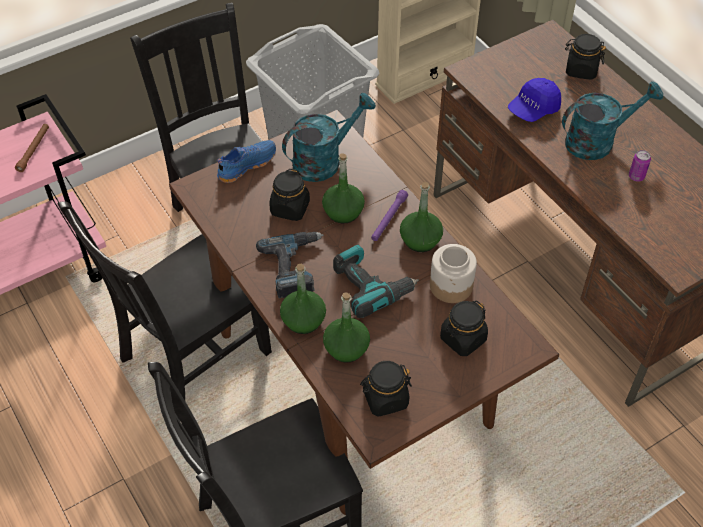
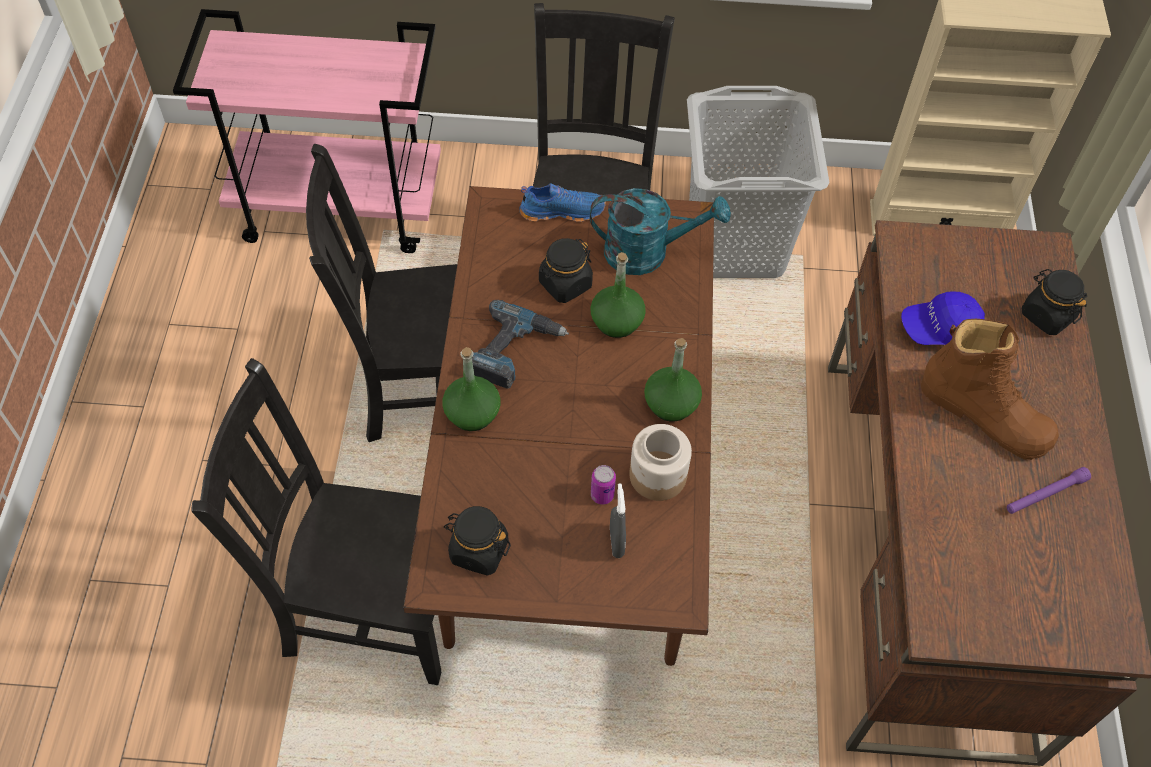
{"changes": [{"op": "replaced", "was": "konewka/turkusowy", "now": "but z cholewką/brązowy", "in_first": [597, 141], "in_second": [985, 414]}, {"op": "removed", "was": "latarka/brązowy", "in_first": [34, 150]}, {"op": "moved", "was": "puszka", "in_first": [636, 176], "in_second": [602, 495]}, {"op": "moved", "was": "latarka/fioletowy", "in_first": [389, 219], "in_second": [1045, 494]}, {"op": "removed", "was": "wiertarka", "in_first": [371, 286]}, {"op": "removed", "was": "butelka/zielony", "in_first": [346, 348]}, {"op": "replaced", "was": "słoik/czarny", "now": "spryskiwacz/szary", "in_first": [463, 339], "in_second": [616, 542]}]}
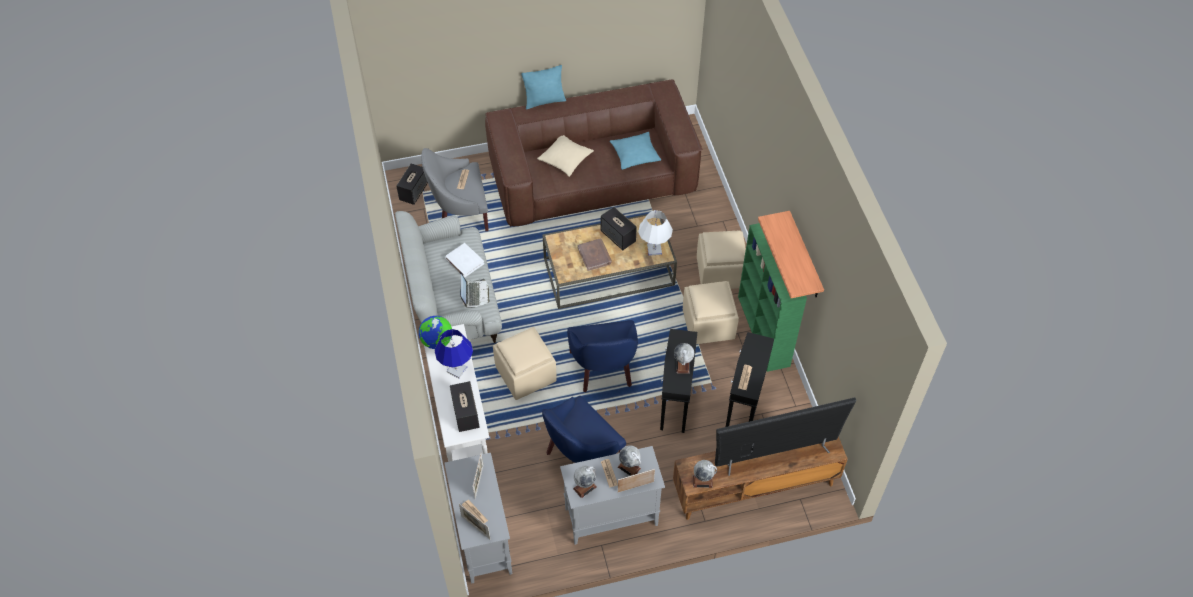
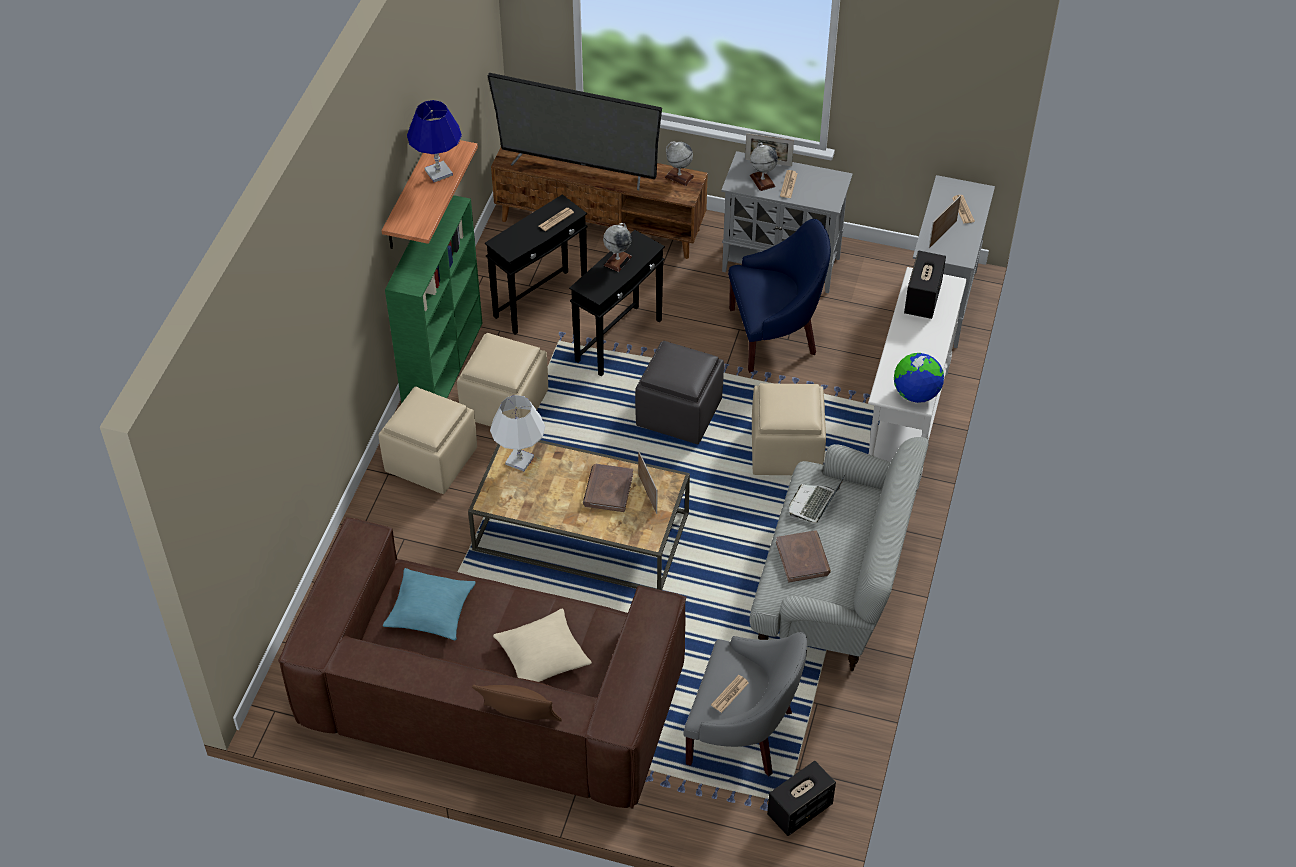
{"changes": [{"op": "recoloured", "was": "poduszka/turkusowy", "now": "poduszka/brązowy", "in_first": [544, 101], "in_second": [519, 721]}, {"op": "removed", "was": "głośnik", "in_first": [618, 237]}, {"op": "recoloured", "was": "książka/biały", "now": "książka/brązowy", "in_first": [464, 261], "in_second": [803, 558]}, {"op": "replaced", "was": "fotel/niebieski", "now": "pufa/szary", "in_first": [604, 369], "in_second": [680, 413]}, {"op": "moved", "was": "lampa stołowa/niebieski", "in_first": [457, 369], "in_second": [438, 172]}, {"op": "removed", "was": "globus", "in_first": [585, 487]}, {"op": "moved", "was": "ramka na zdjęcie", "in_first": [475, 527], "in_second": [647, 494]}]}
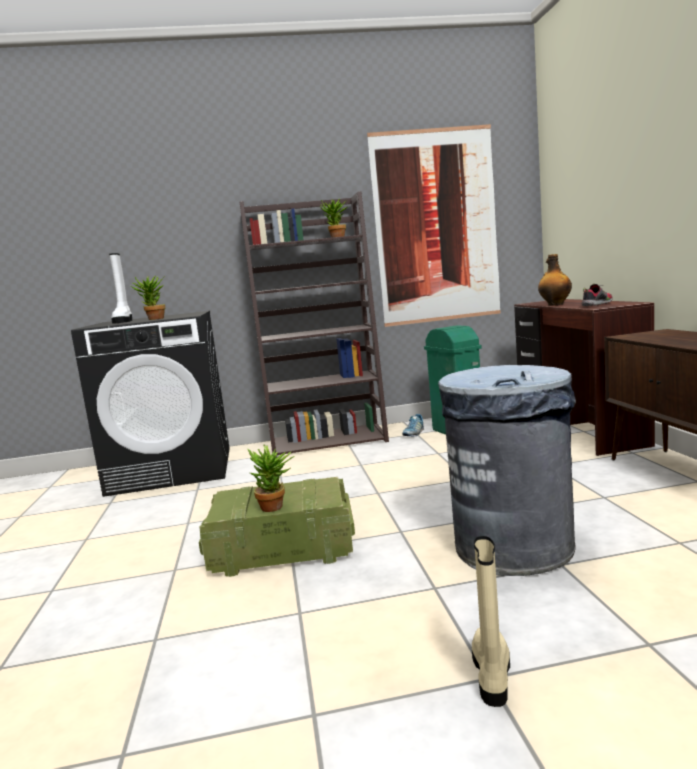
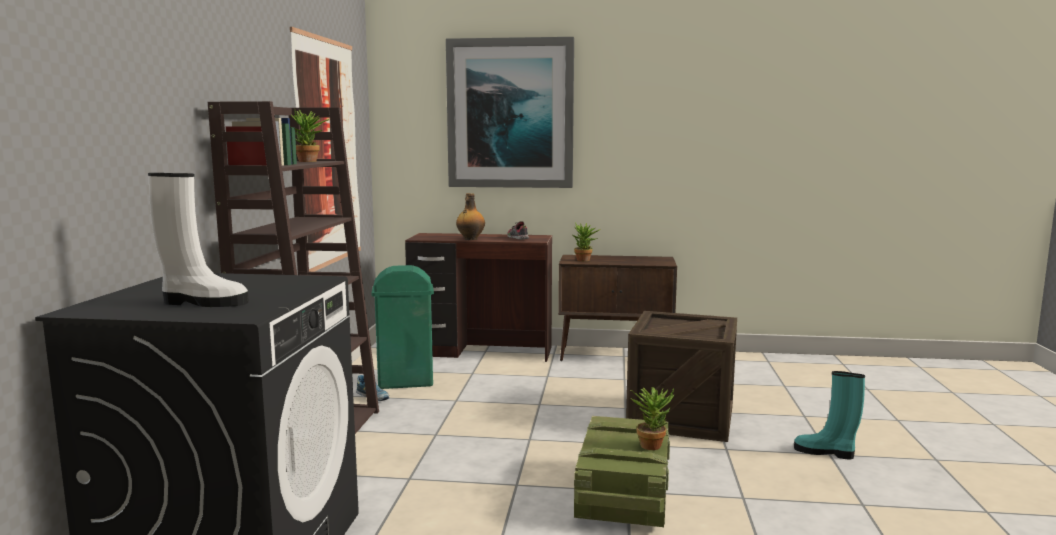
{"changes": [{"op": "moved", "was": "roślina doniczkowa", "in_first": [154, 319], "in_second": [585, 260]}, {"op": "replaced", "was": "kosz na śmieci/szary", "now": "skrzynka", "in_first": [514, 547], "in_second": [681, 417]}, {"op": "recoloured", "was": "but z cholewką/beżowy", "now": "but z cholewką/turkusowy", "in_first": [492, 673], "in_second": [825, 452]}, {"op": "added", "now": "obraz", "in_second": [510, 114]}]}
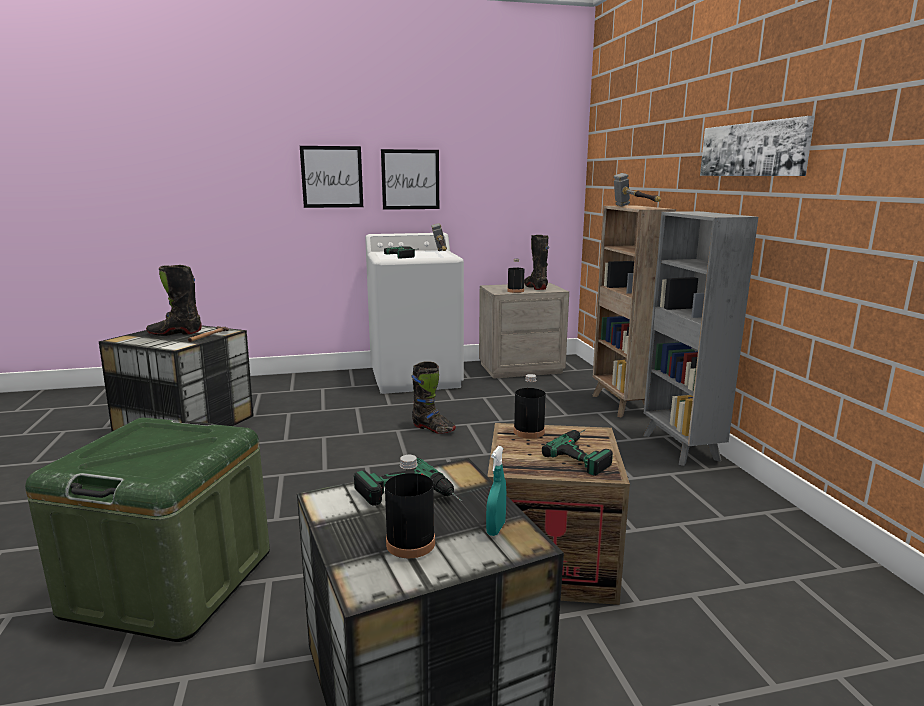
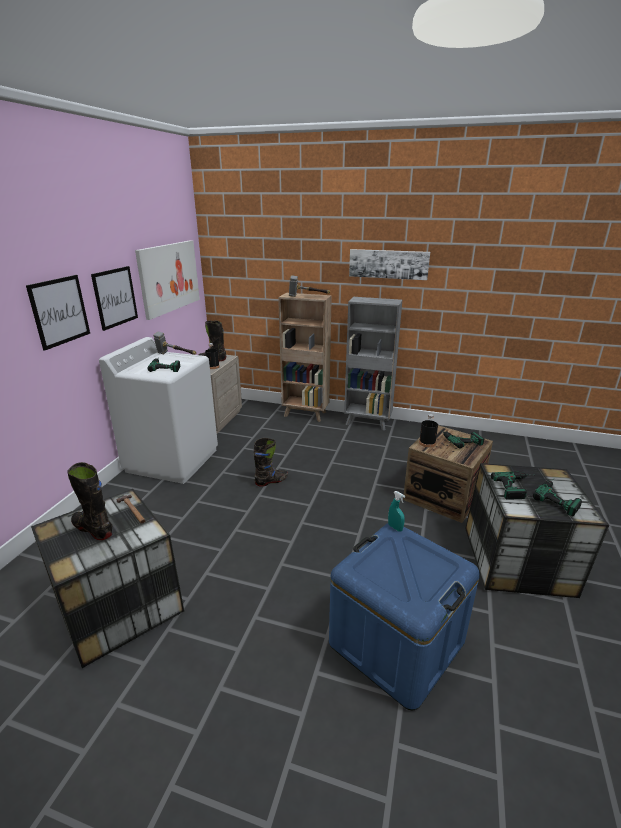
{"changes": [{"op": "turned", "was": "but z cholewką/czarny", "in_first": [175, 333], "in_second": [93, 529], "clockwise": 105}, {"op": "recoloured", "was": "pojemnik do przechowywania/zielony", "now": "pojemnik do przechowywania/niebieski", "in_first": [170, 582], "in_second": [396, 642]}, {"op": "moved", "was": "spryskiwacz/turkusowy", "in_first": [496, 529], "in_second": [395, 527]}, {"op": "replaced", "was": "butelka/czarny", "now": "wiertarka", "in_first": [410, 543], "in_second": [559, 497]}, {"op": "added", "now": "obraz", "in_second": [169, 277]}]}
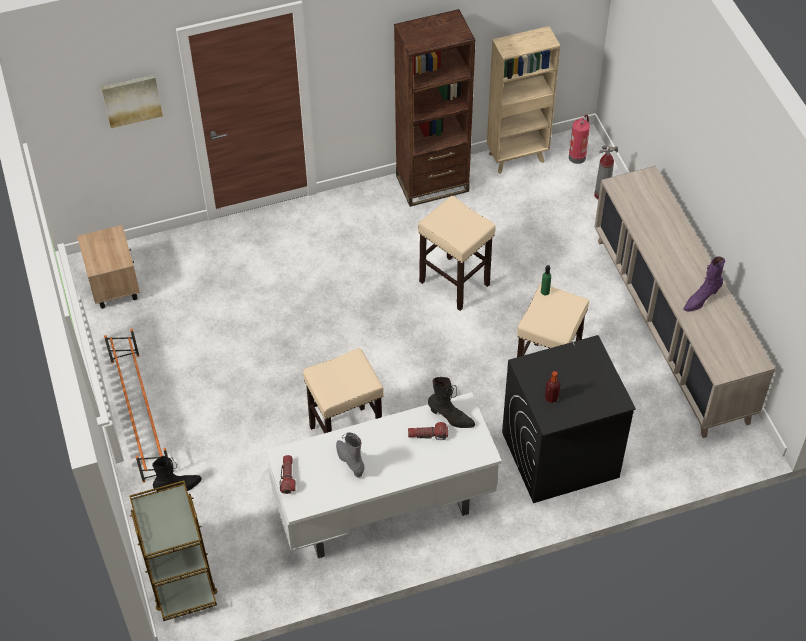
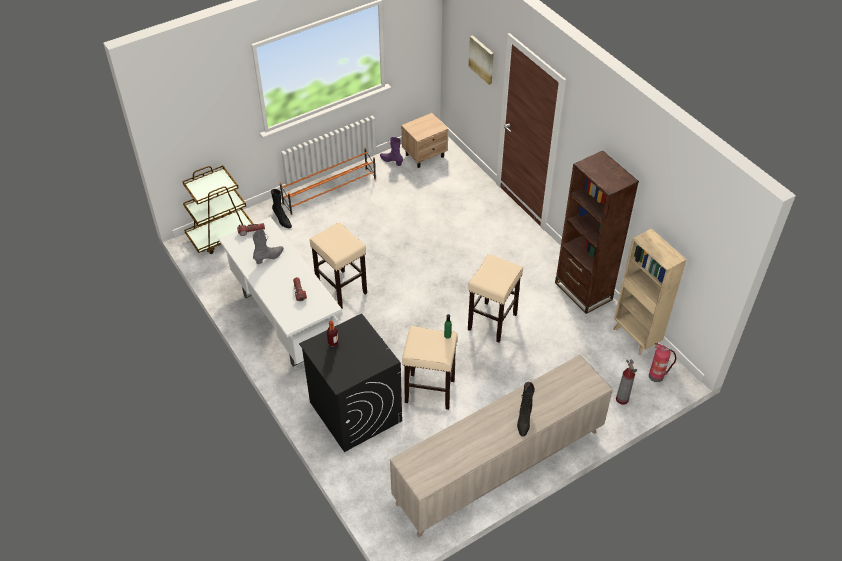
{"changes": [{"op": "moved", "was": "but z cholewką/fioletowy", "in_first": [701, 300], "in_second": [391, 161]}, {"op": "moved", "was": "but z cholewką/czarny", "in_first": [451, 418], "in_second": [524, 420]}]}
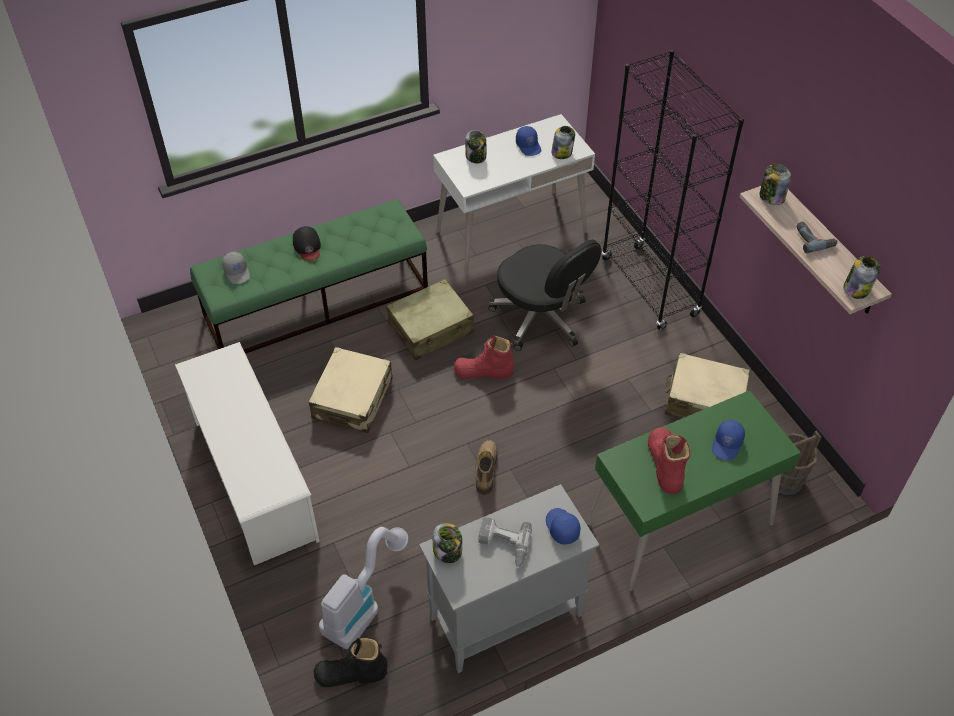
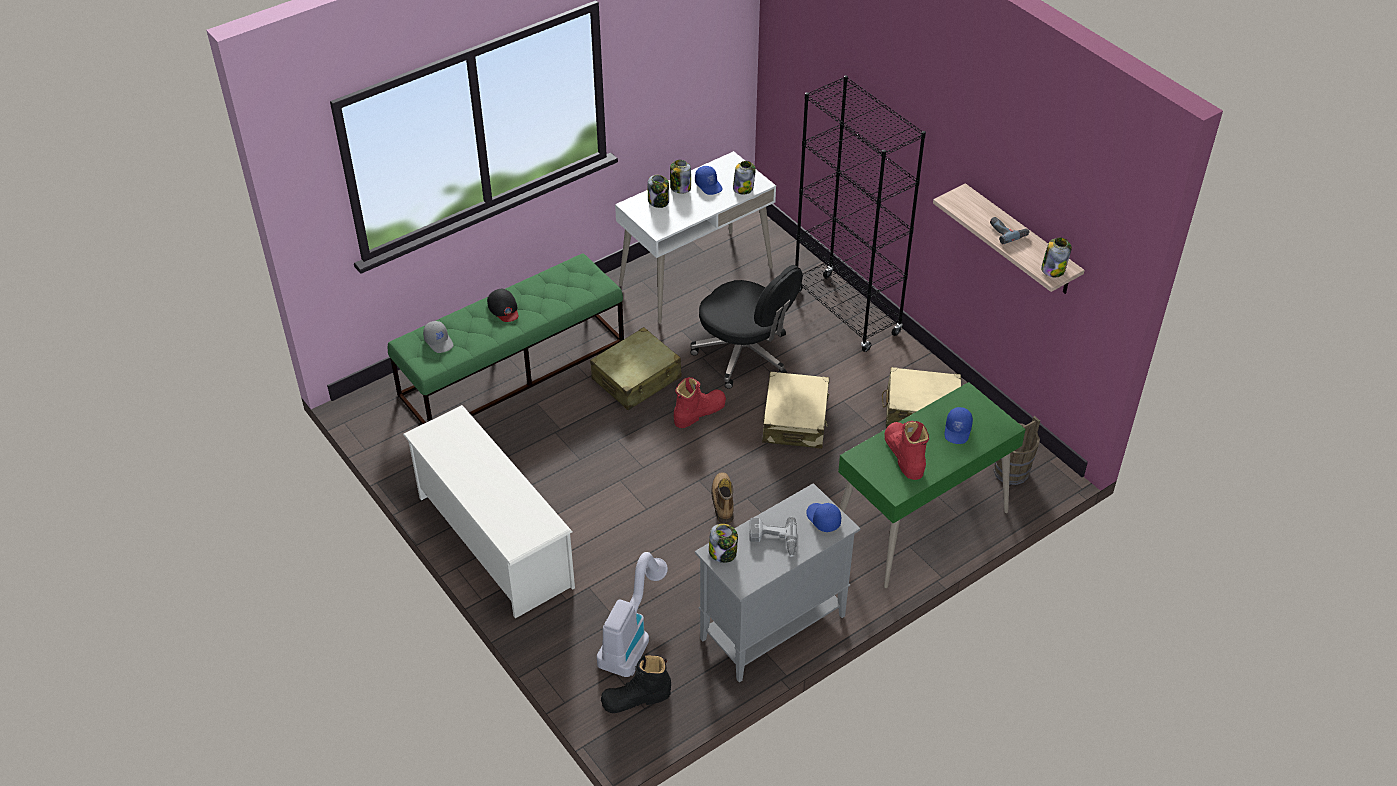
{"changes": [{"op": "moved", "was": "słoik", "in_first": [771, 197], "in_second": [680, 188]}, {"op": "turned", "was": "but z cholewką/czerwony", "in_first": [483, 371], "in_second": [699, 412], "clockwise": 150}, {"op": "moved", "was": "walizka/beżowy", "in_first": [353, 398], "in_second": [795, 420]}]}
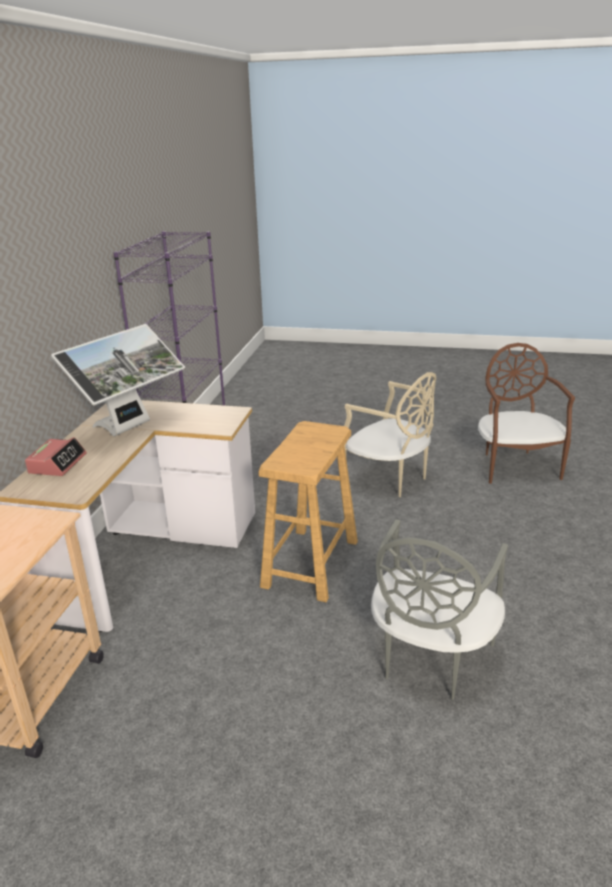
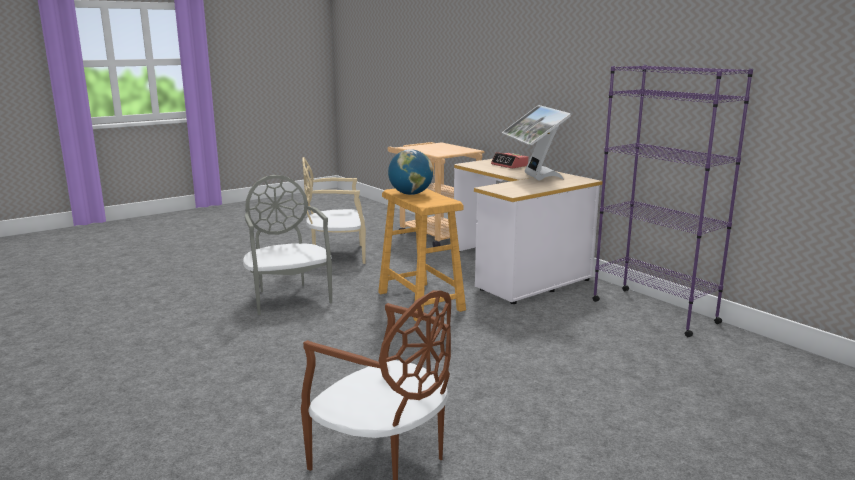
{"changes": [{"op": "moved", "was": "krzesło/beżowy", "in_first": [388, 479], "in_second": [337, 255]}, {"op": "added", "now": "globus", "in_second": [410, 194]}]}
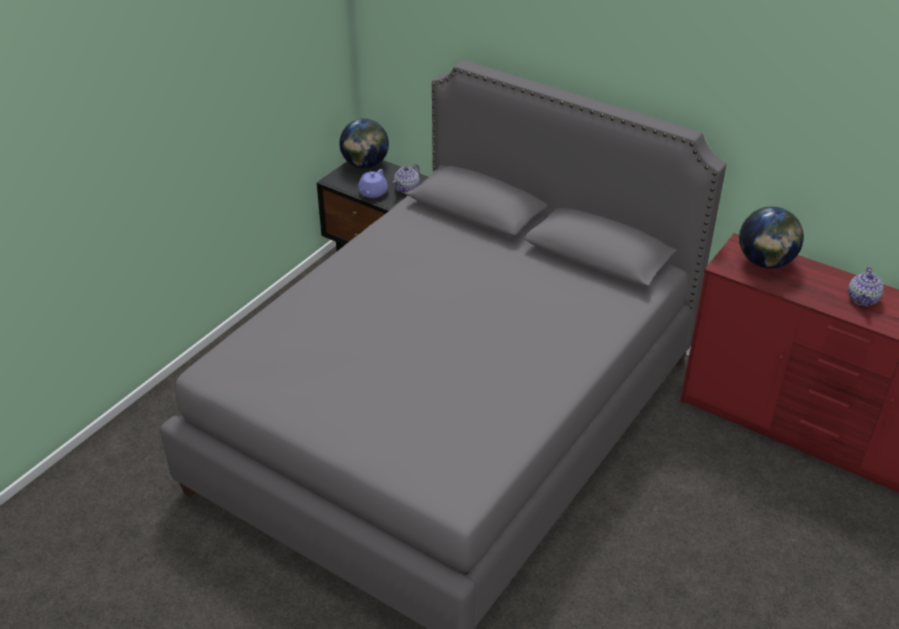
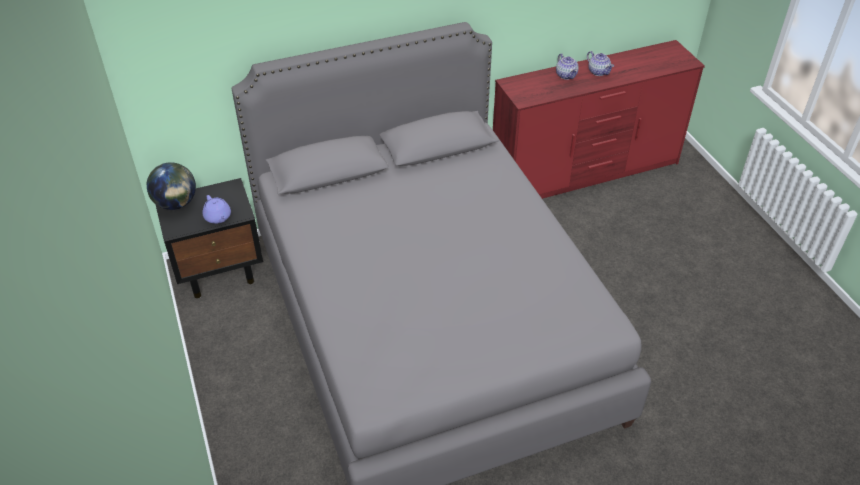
{"changes": [{"op": "moved", "was": "imbryk", "in_first": [407, 188], "in_second": [566, 75]}, {"op": "removed", "was": "globus", "in_first": [765, 263]}]}
